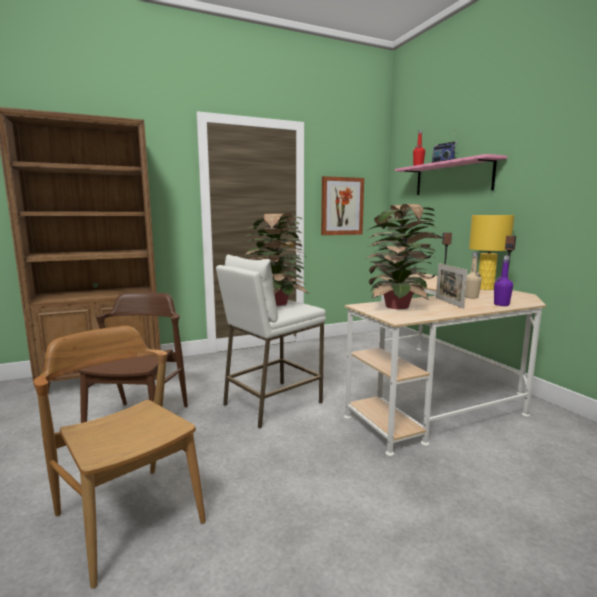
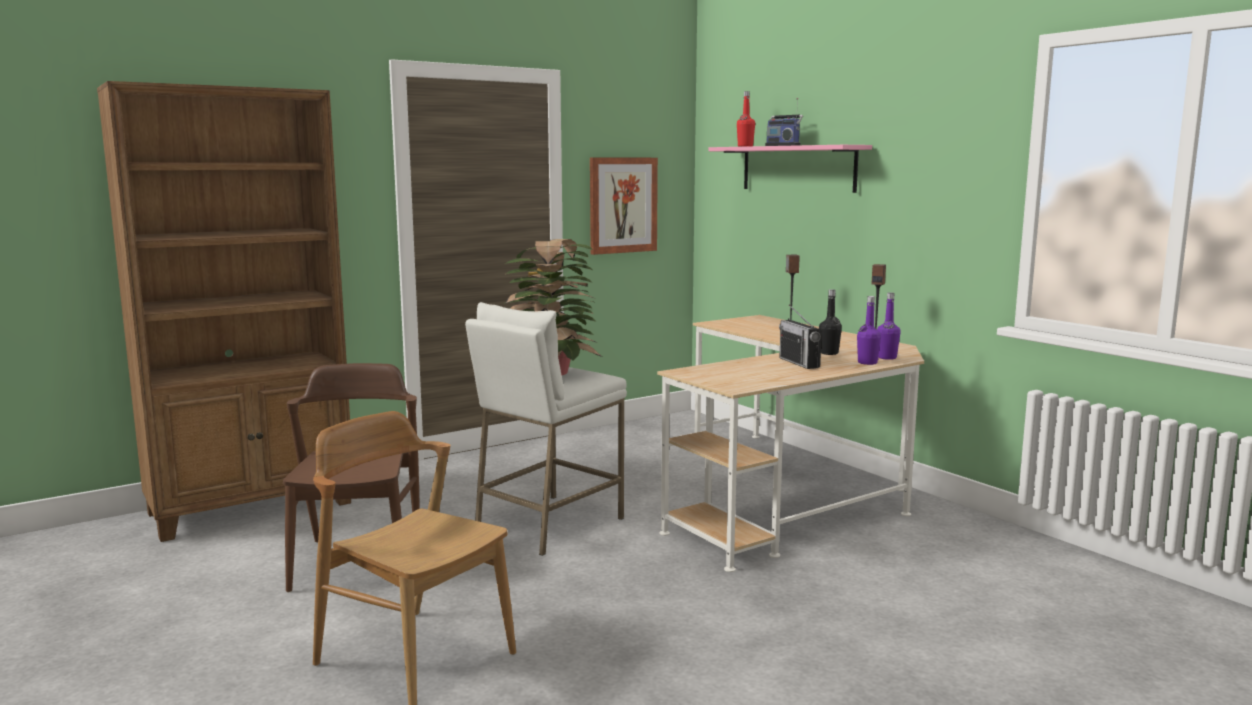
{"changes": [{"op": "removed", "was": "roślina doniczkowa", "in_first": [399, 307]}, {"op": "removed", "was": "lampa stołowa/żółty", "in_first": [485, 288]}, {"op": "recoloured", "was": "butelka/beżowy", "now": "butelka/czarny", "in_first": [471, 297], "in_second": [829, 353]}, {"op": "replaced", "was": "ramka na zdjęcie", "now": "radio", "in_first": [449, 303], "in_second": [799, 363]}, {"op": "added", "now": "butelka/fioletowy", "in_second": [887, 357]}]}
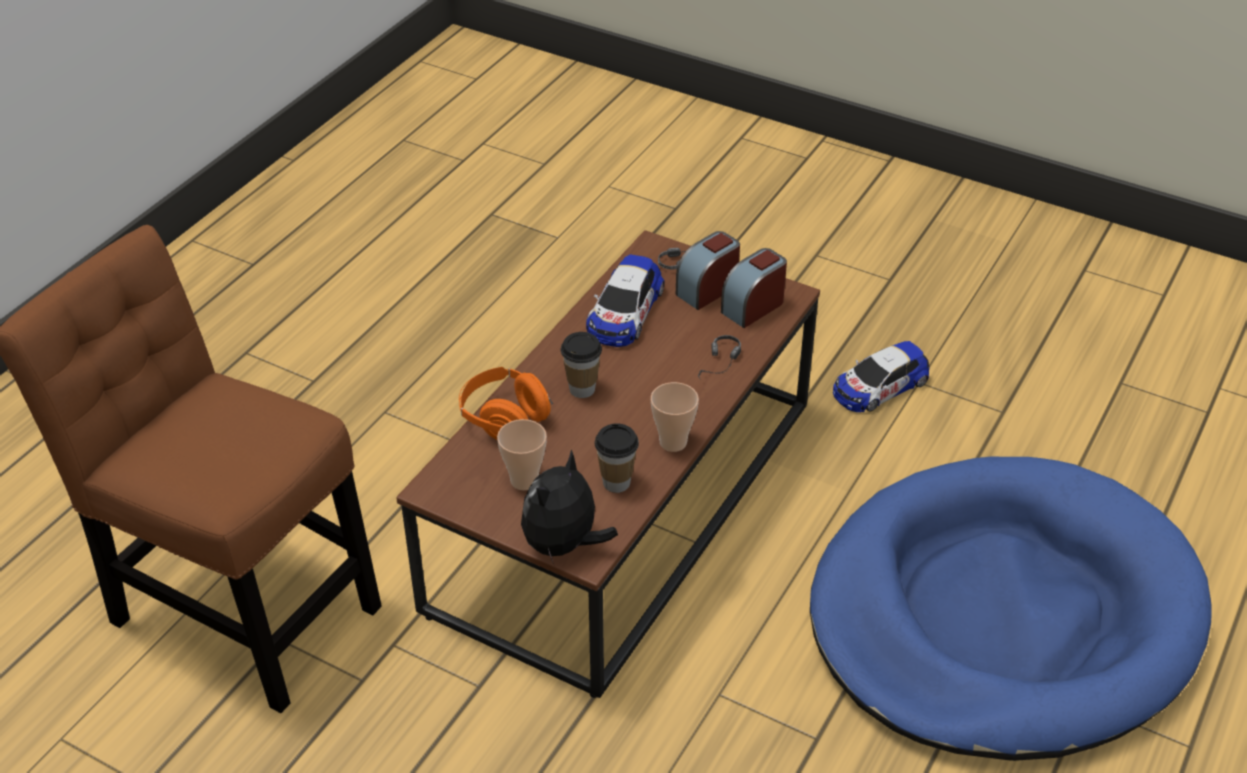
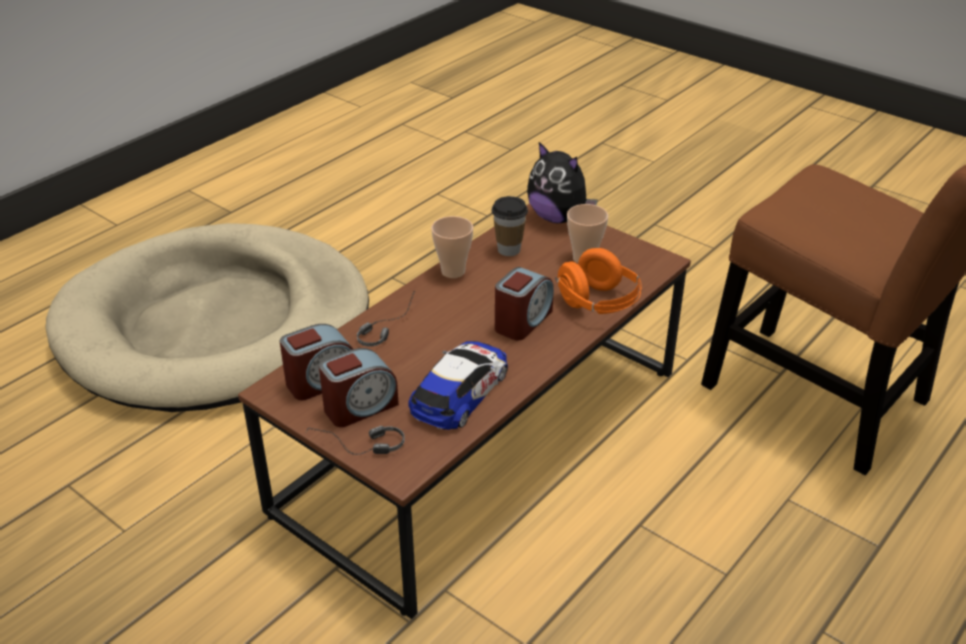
{"changes": [{"op": "replaced", "was": "filiżanka", "now": "budzik", "in_first": [582, 389], "in_second": [522, 321]}, {"op": "removed", "was": "samochodzik", "in_first": [879, 386]}, {"op": "turned", "was": "pluszak", "in_first": [564, 545], "in_second": [558, 217], "clockwise": 90}, {"op": "recoloured", "was": "legowisko/niebieski", "now": "legowisko/beżowy", "in_first": [1002, 615], "in_second": [215, 325]}]}
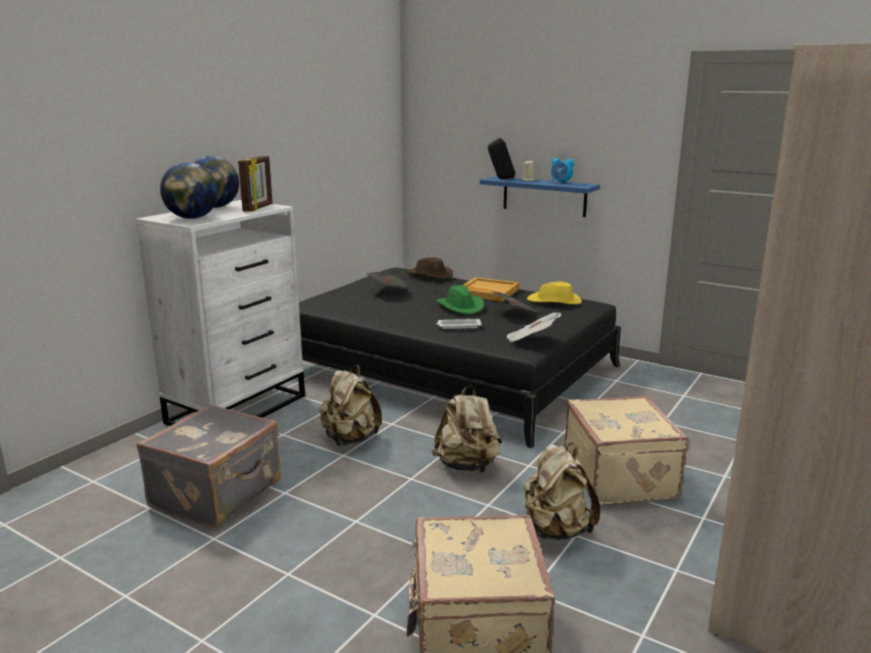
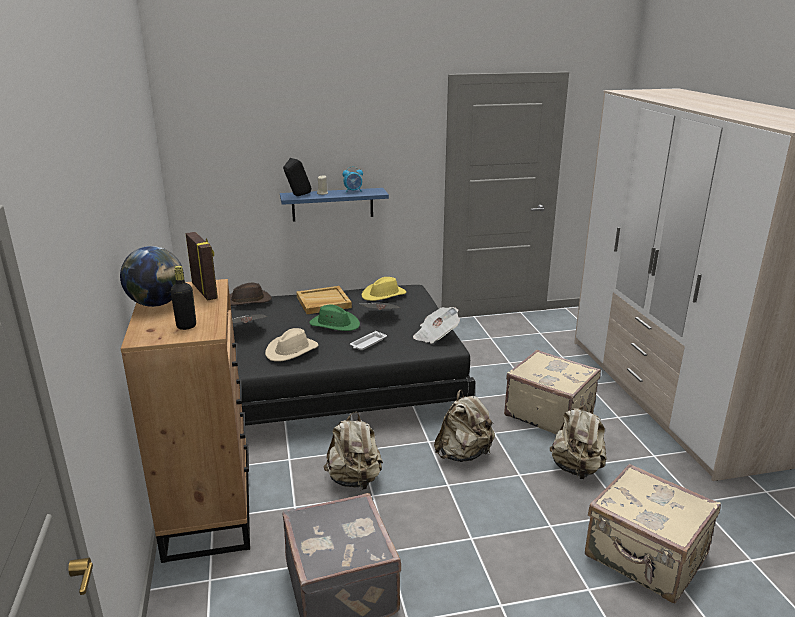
{"changes": [{"op": "replaced", "was": "globus", "now": "butelka/czarny", "in_first": [192, 218], "in_second": [186, 326]}, {"op": "recoloured", "was": "komoda/biały", "now": "komoda/brązowy", "in_first": [238, 409], "in_second": [209, 507]}, {"op": "added", "now": "kapelusz/beżowy", "in_second": [292, 351]}]}
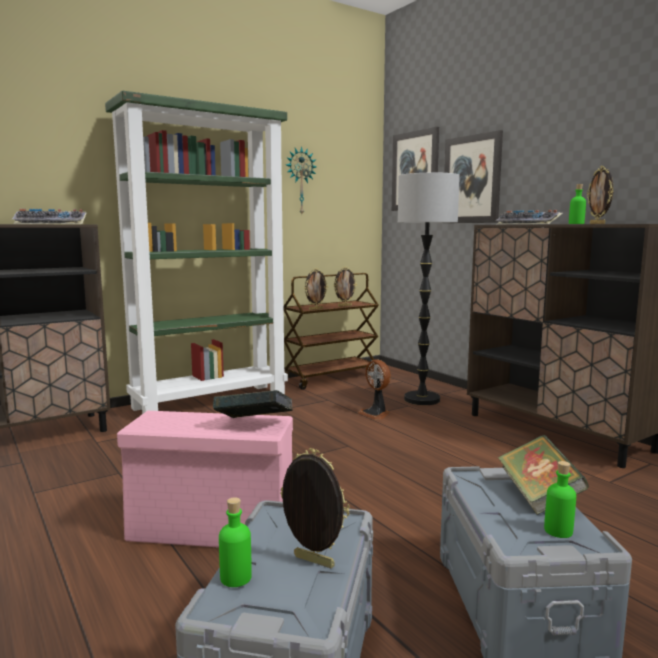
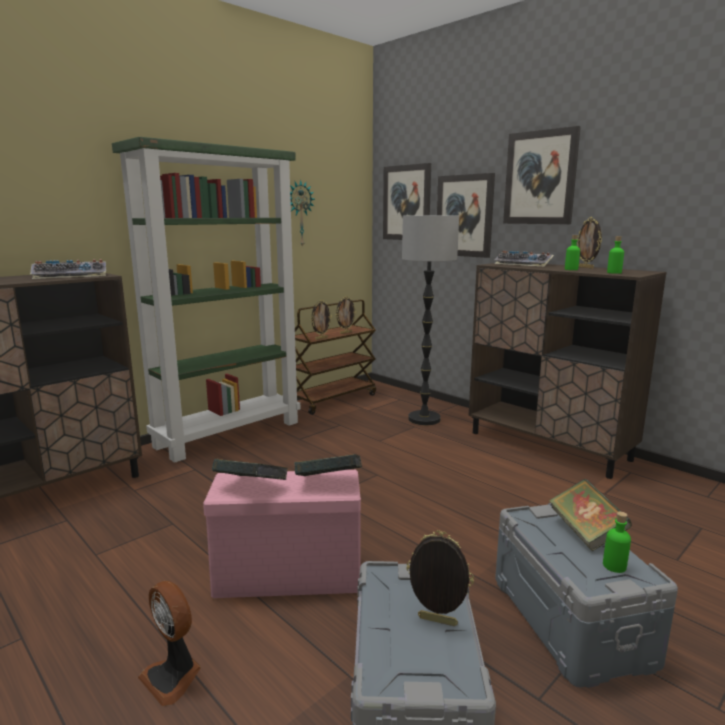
{"changes": [{"op": "moved", "was": "wentylator", "in_first": [376, 414], "in_second": [173, 676]}, {"op": "moved", "was": "butelka/zielony", "in_first": [236, 577], "in_second": [614, 272]}, {"op": "added", "now": "obraz", "in_second": [540, 178]}, {"op": "added", "now": "książka", "in_second": [251, 488]}]}
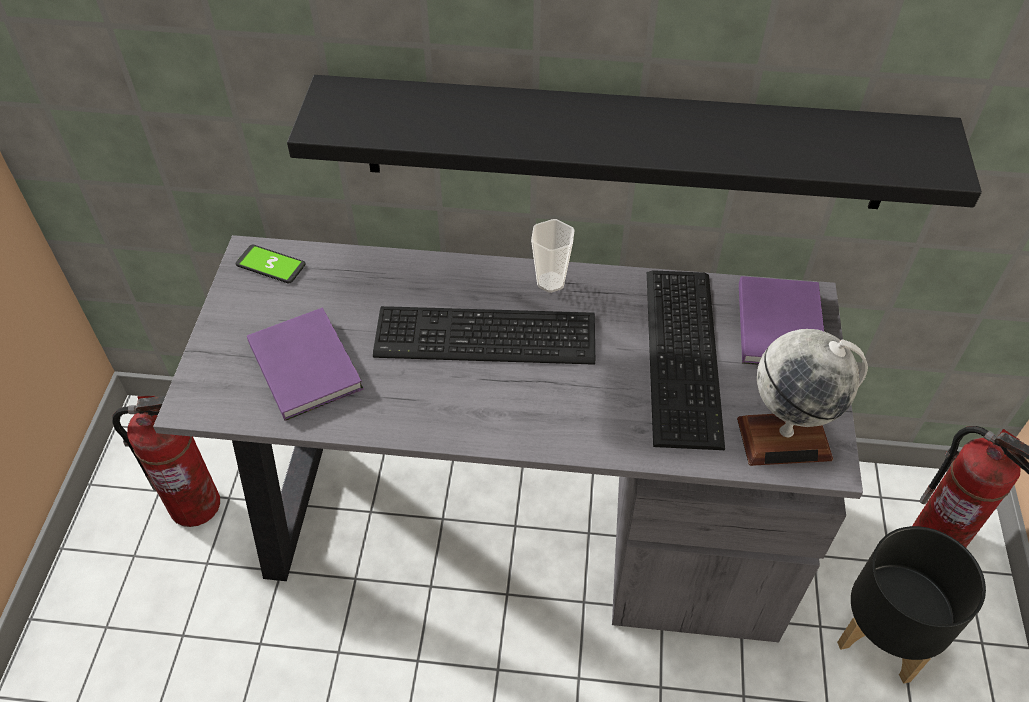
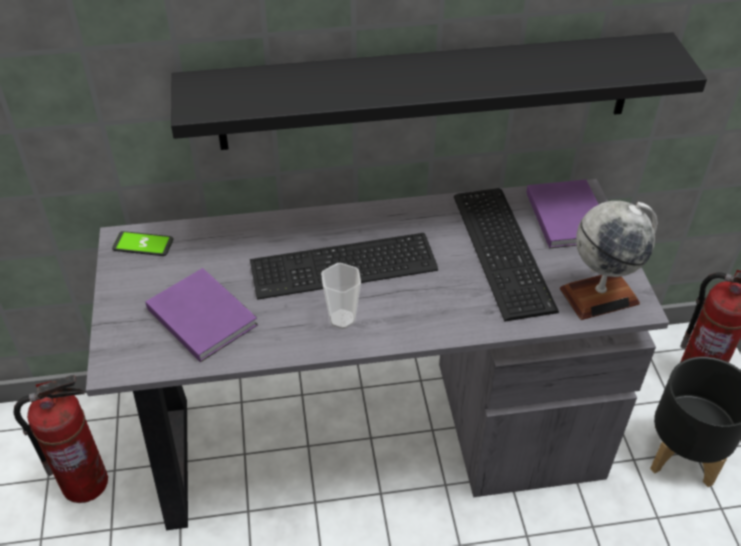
{"changes": [{"op": "moved", "was": "filiżanka", "in_first": [550, 282], "in_second": [342, 319]}]}
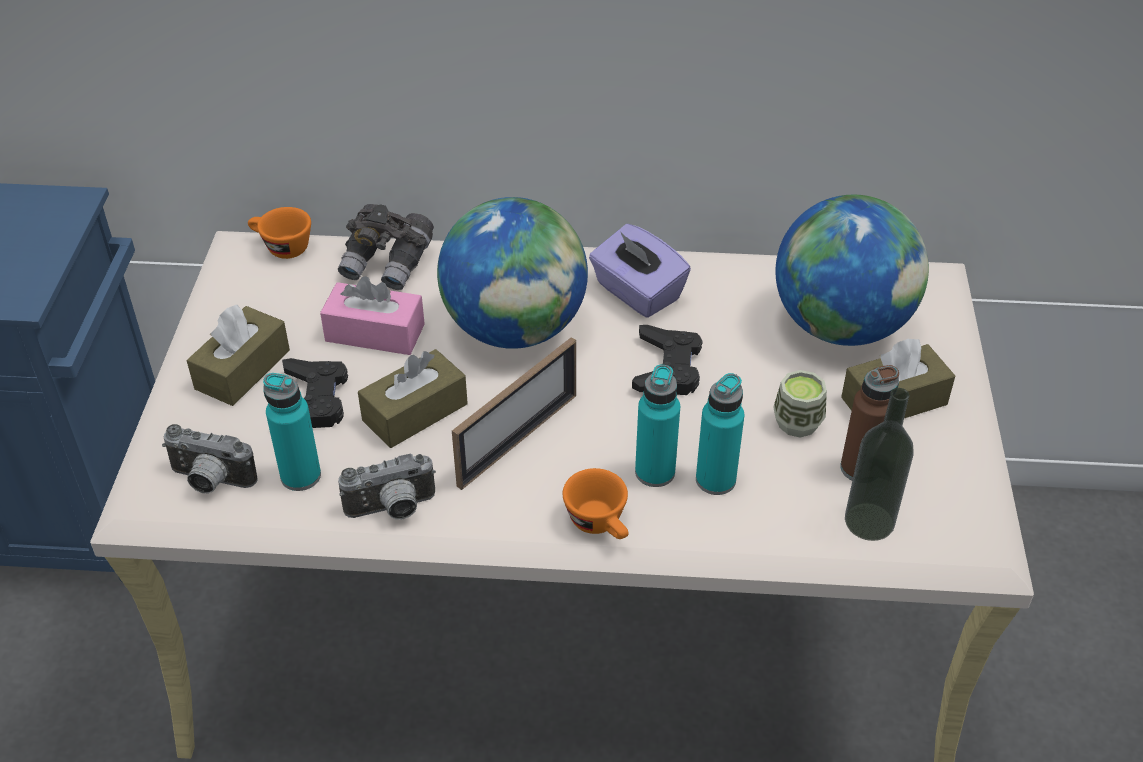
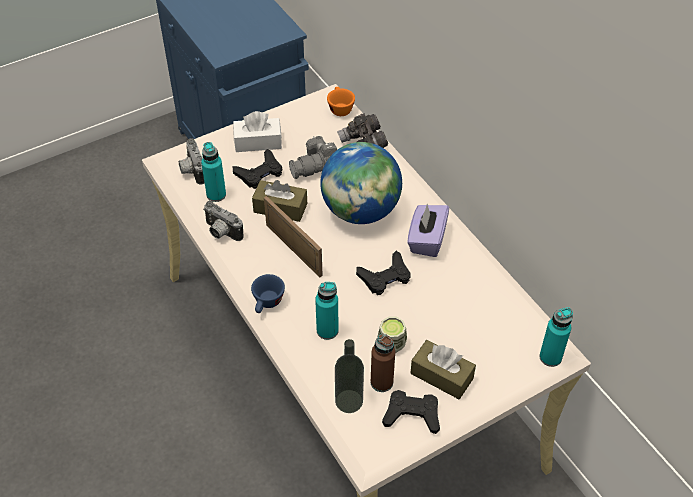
{"changes": [{"op": "removed", "was": "globus", "in_first": [840, 326]}, {"op": "replaced", "was": "pudełko chusteczek/różowy", "now": "aparat fotograficzny", "in_first": [375, 333], "in_second": [315, 168]}, {"op": "recoloured", "was": "pudełko chusteczek/brązowy", "now": "pudełko chusteczek/biały", "in_first": [242, 369], "in_second": [258, 142]}, {"op": "turned", "was": "ramka na zdjęcie", "in_first": [518, 439], "in_second": [293, 250], "clockwise": -135}, {"op": "moved", "was": "butelka/turkusowy", "in_first": [655, 472], "in_second": [550, 357]}, {"op": "recoloured", "was": "filiżanka/pomarańczowy", "now": "filiżanka/niebieski", "in_first": [601, 524], "in_second": [267, 304]}, {"op": "added", "now": "pad do gier/czarny", "in_second": [412, 415]}]}
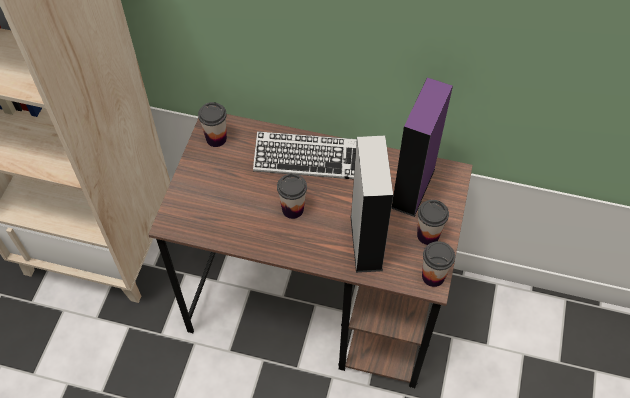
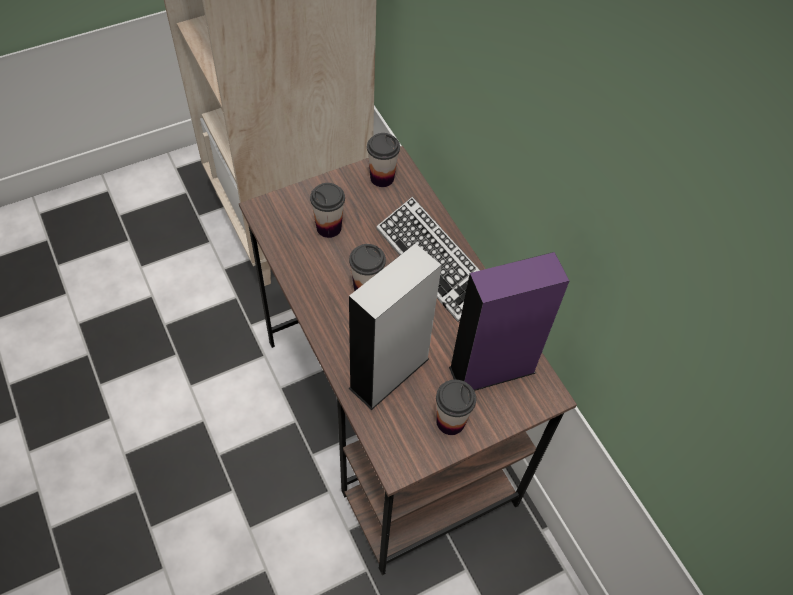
{"changes": [{"op": "moved", "was": "filiżanka", "in_first": [433, 276], "in_second": [329, 227]}]}
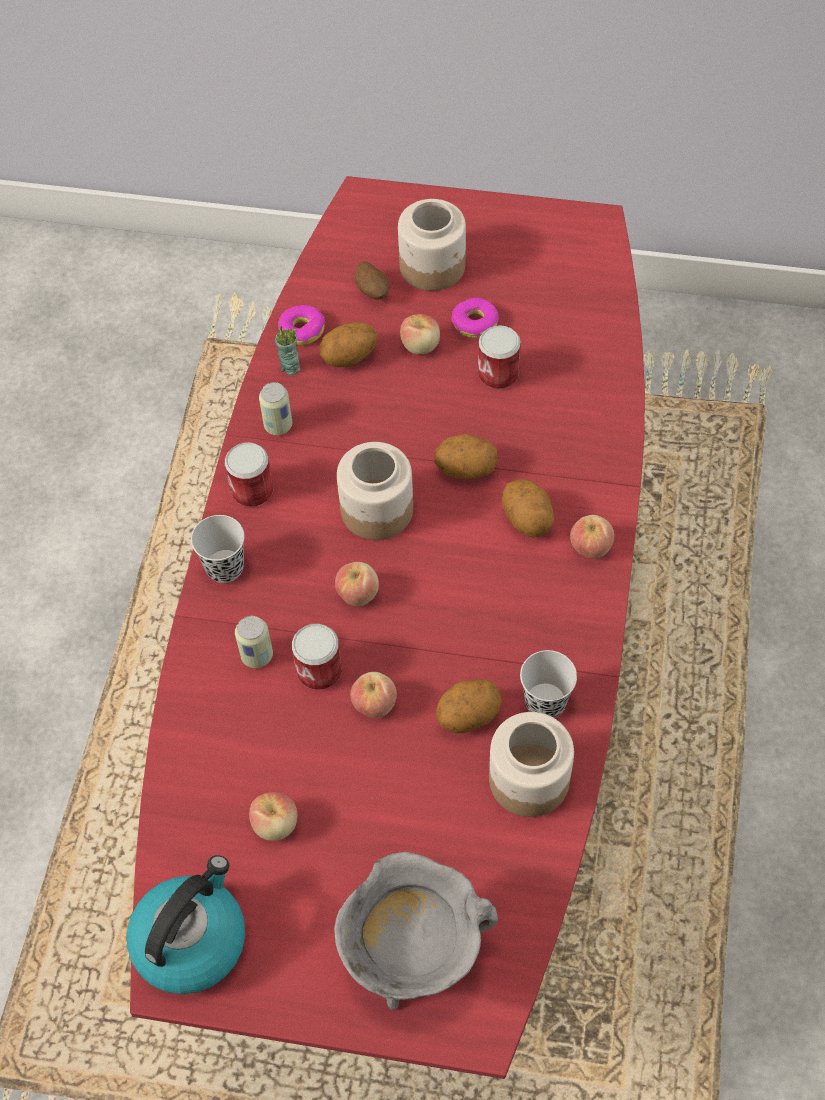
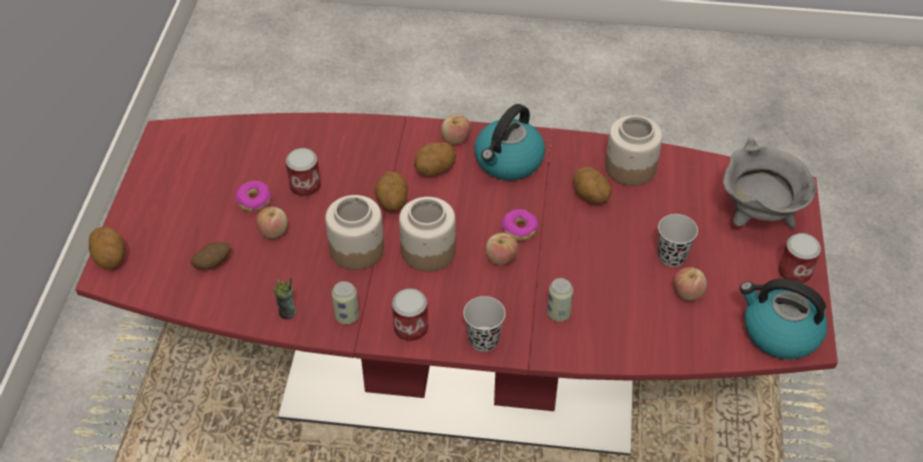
{"changes": [{"op": "moved", "was": "słoik", "in_first": [433, 266], "in_second": [357, 248]}, {"op": "moved", "was": "donut", "in_first": [302, 330], "in_second": [519, 229]}, {"op": "moved", "was": "ziemniak", "in_first": [349, 358], "in_second": [111, 258]}, {"op": "moved", "was": "puszka", "in_first": [319, 670], "in_second": [794, 273]}, {"op": "moved", "was": "filiżanka/czarny", "in_first": [545, 702], "in_second": [671, 256]}, {"op": "removed", "was": "jabłko", "in_first": [374, 704]}, {"op": "added", "now": "czajnik", "in_second": [508, 161]}]}
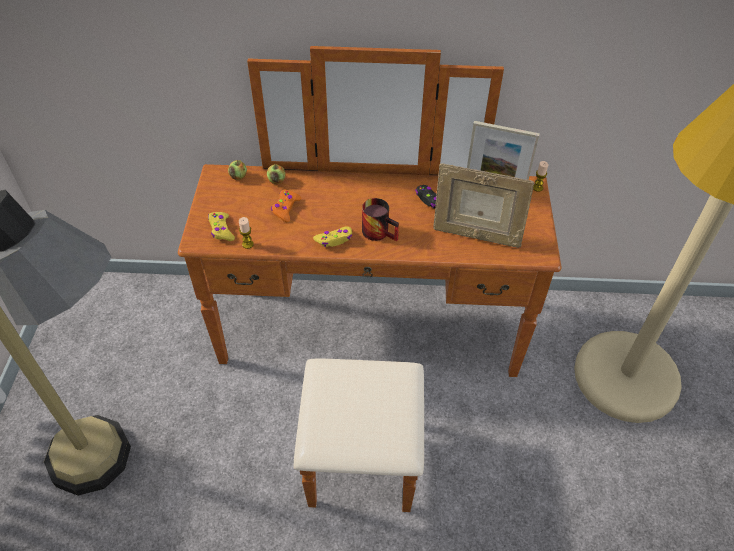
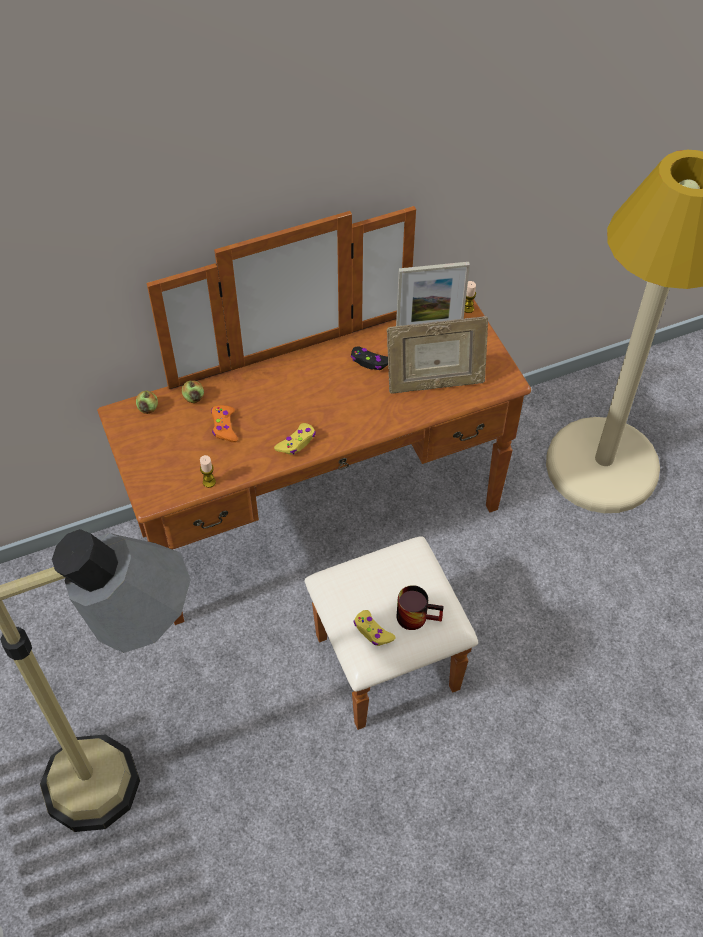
{"changes": [{"op": "moved", "was": "kubek", "in_first": [380, 231], "in_second": [417, 615]}, {"op": "moved", "was": "pad do gier/żółty", "in_first": [221, 230], "in_second": [372, 631]}]}
